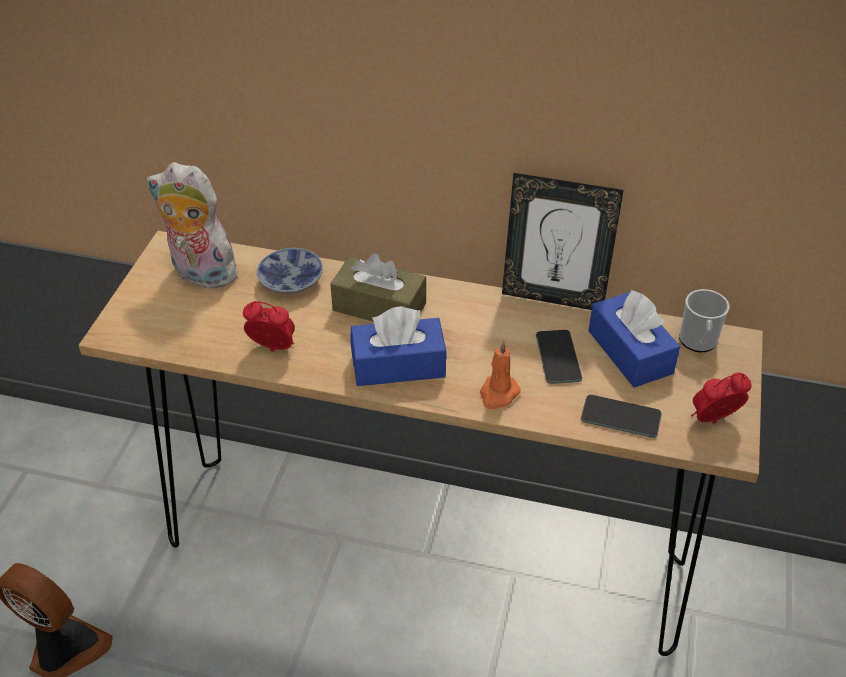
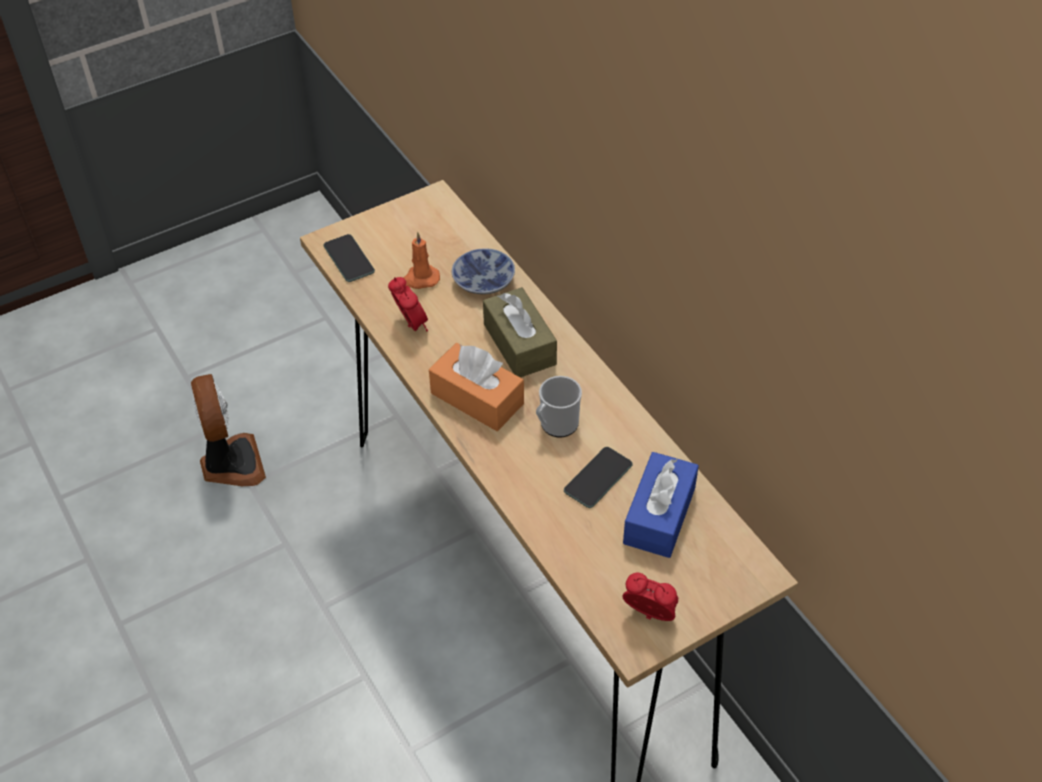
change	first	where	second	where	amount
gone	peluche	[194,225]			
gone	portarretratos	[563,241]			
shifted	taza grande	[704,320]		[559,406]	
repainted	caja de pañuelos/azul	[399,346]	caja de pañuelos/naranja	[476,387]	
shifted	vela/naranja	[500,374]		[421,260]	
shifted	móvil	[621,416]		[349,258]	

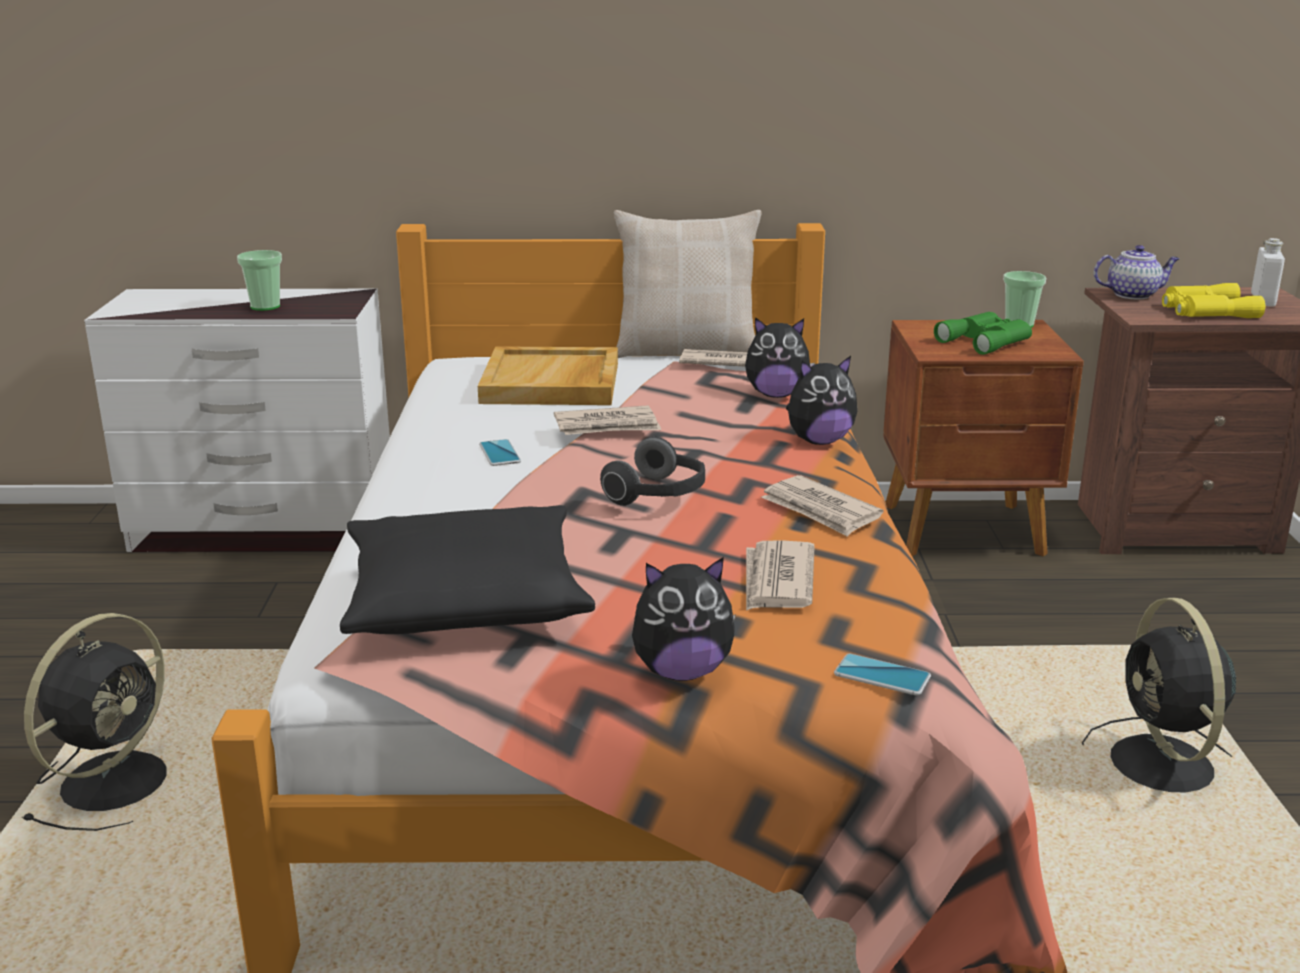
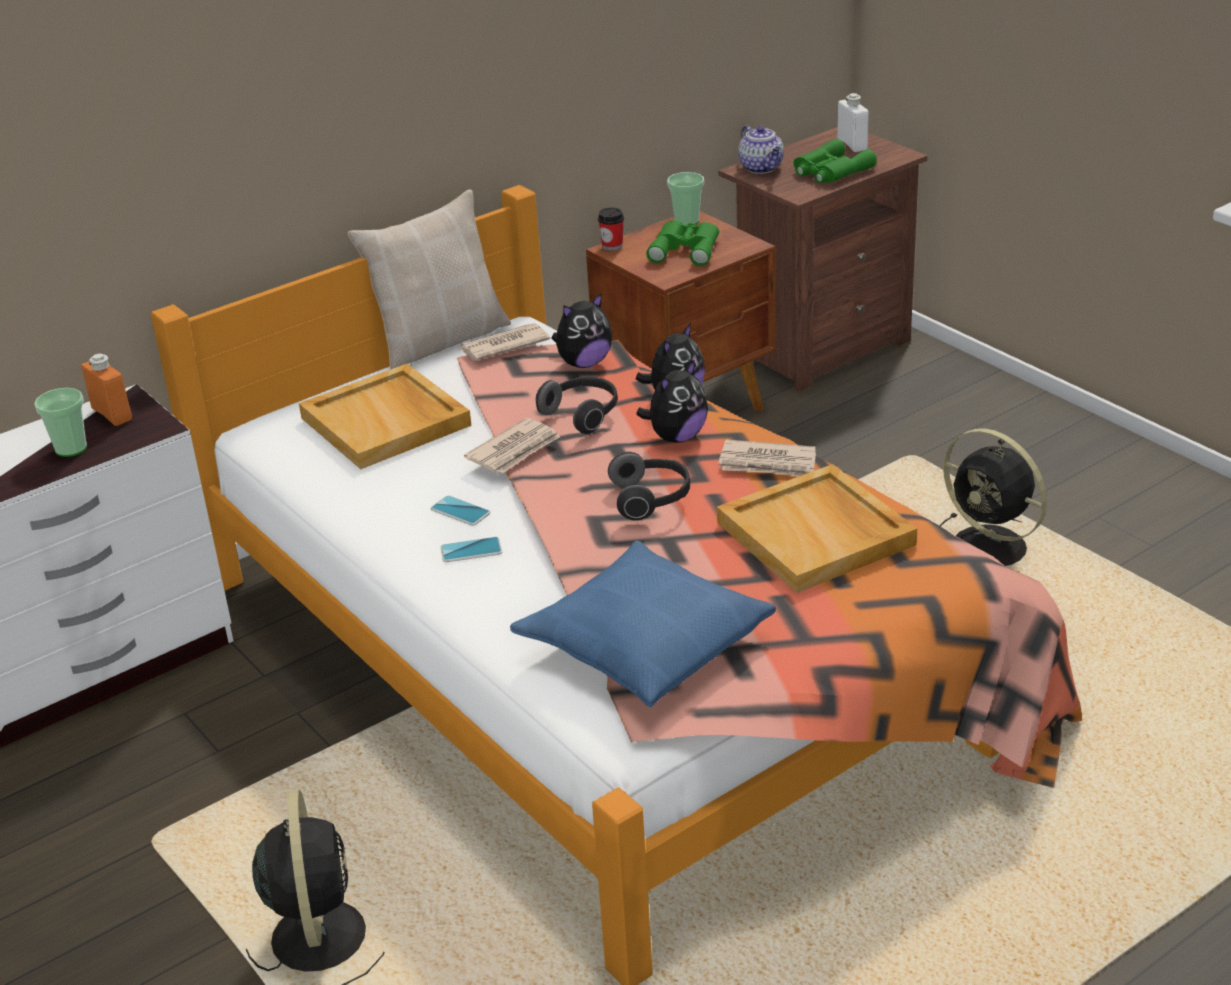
change	first	where	second	where	amount
rotated	tetera	[1137,272]		[761,149]	105 degrees clockwise
repainted	prismáticos/amarillo	[1213,300]	prismáticos/verde	[835,161]	
repainted	cojín/negro	[467,569]	cojín/azul	[643,624]	
swapped	periódico	[780,575]	bandeja/beis	[817,528]	
shifted	peluche	[684,619]		[672,401]	
shifted	móvil	[882,674]		[471,549]	
new			taza	[611,229]	
new			botella/naranja	[106,390]	
new			auriculares	[576,405]	

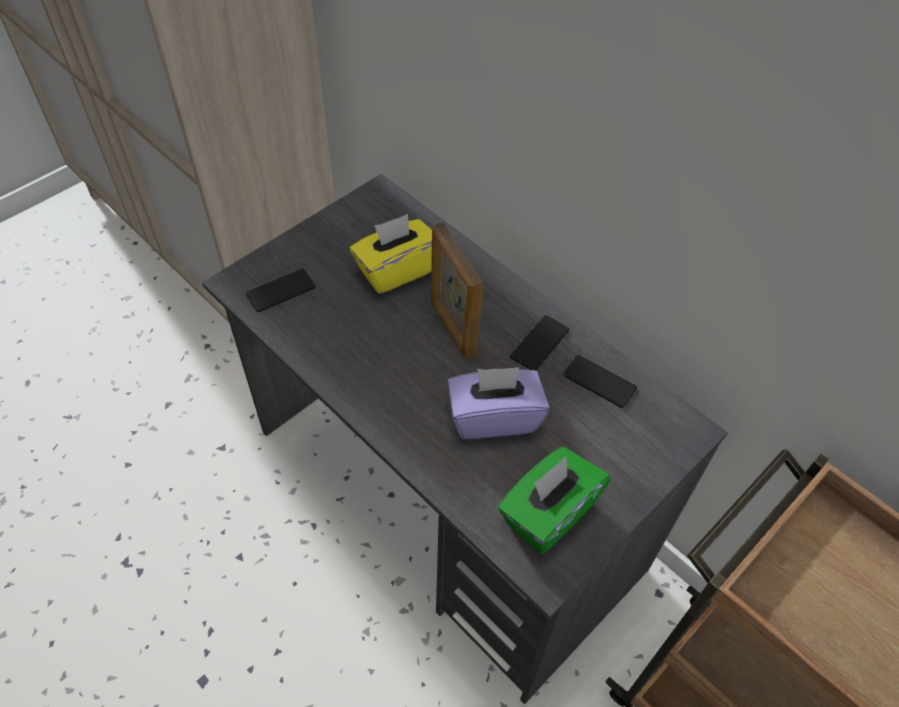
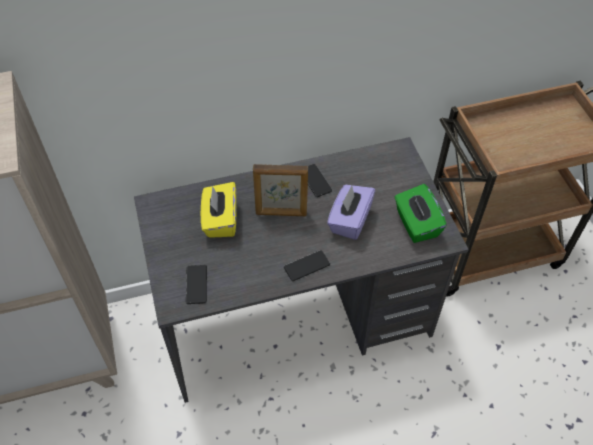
change	first	where	second	where	amount
shifted	móvil	[600,381]		[307,265]	

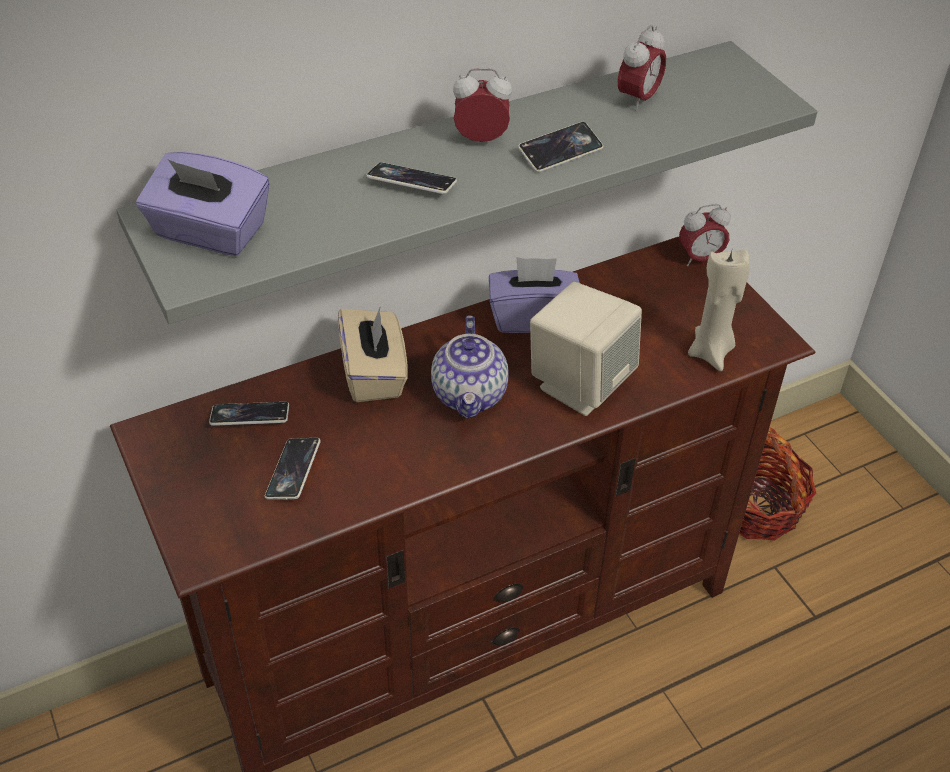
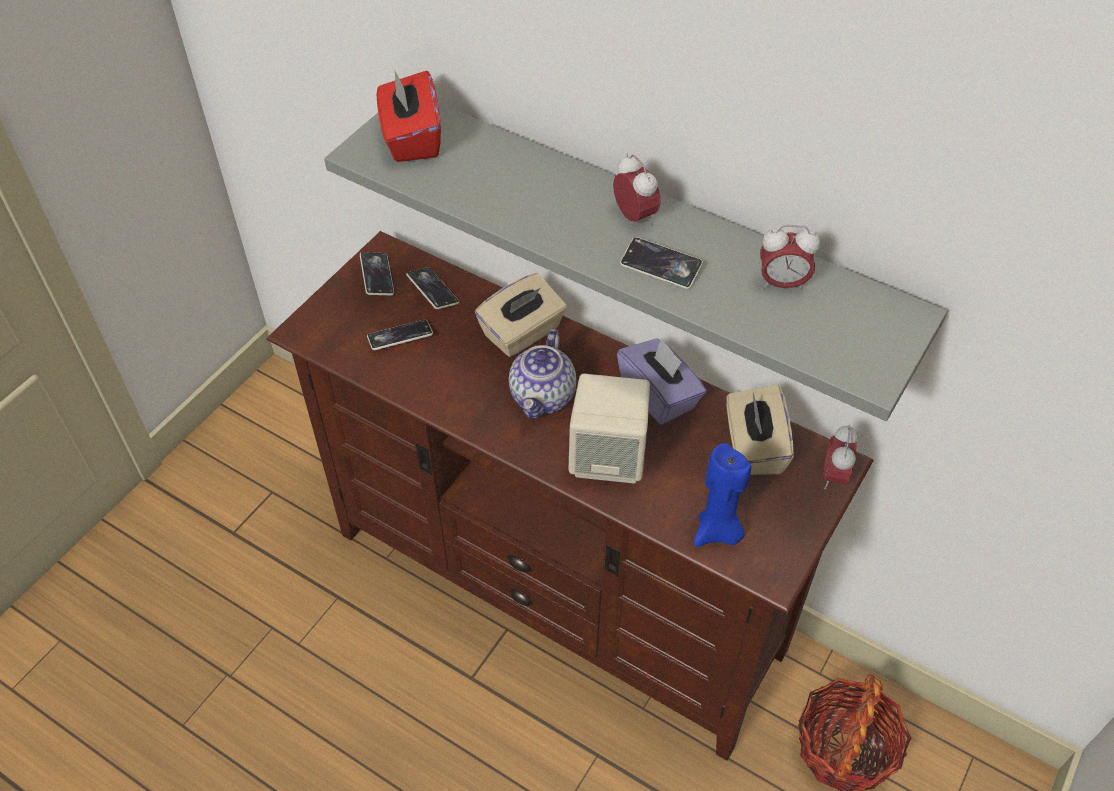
change	first	where	second	where	amount
repainted	caja de pañuelos/morado	[203,204]	caja de pañuelos/rojo	[409,116]	
shifted	móvil	[411,178]		[377,273]	
rotated	despertador	[704,235]		[840,457]	60 degrees clockwise
repainted	vela/beis	[719,310]	vela/azul	[722,495]	
rotated	tetera	[470,367]		[542,373]	45 degrees counterclockwise
new			caja de pañuelos/beis	[760,430]	

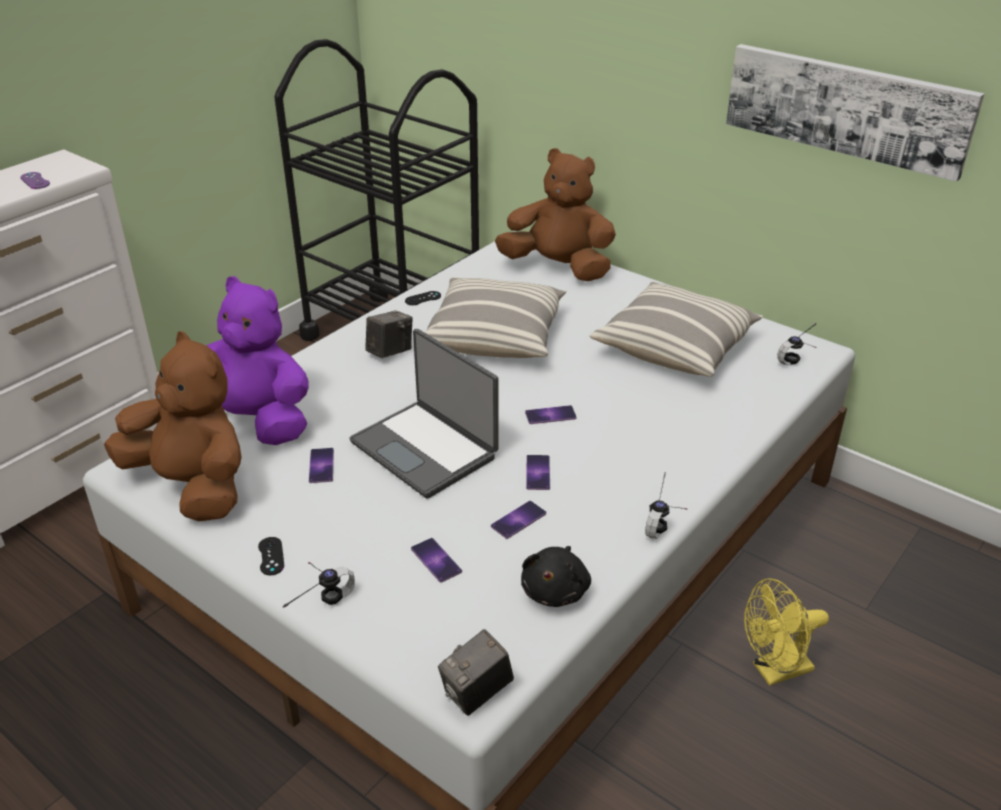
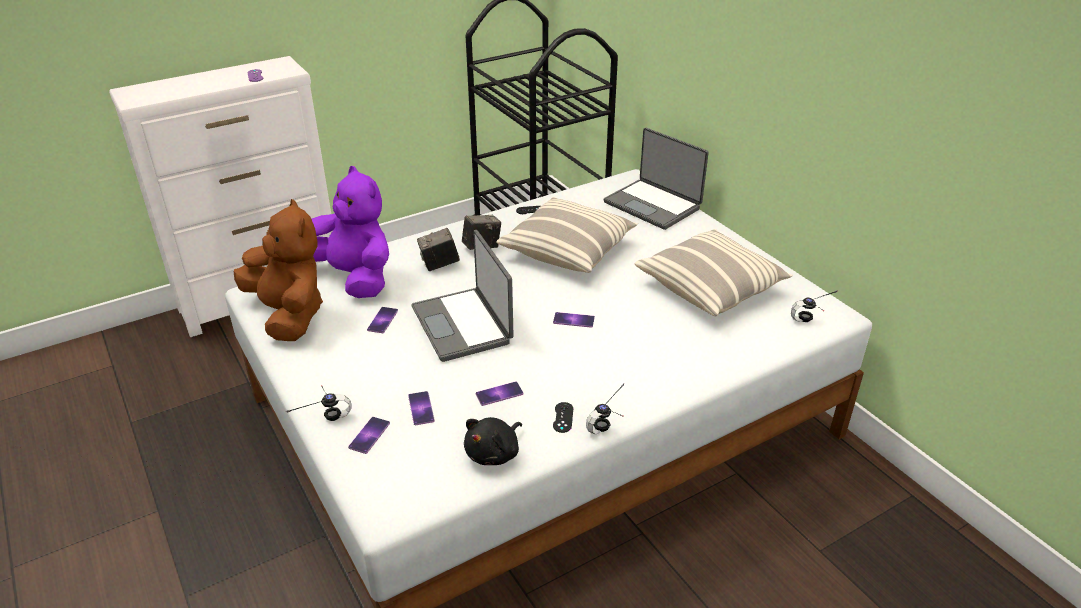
change	first	where	second	where	amount
gone	cuadro	[855,113]			
swapped	peluche/marrón	[555,214]	portátil	[656,179]	
shifted	móvil	[538,472]		[369,435]	
shifted	mando de consola/negro	[271,556]		[563,417]	
gone	ventilador/amarillo	[786,632]			
shifted	cámara	[476,672]		[438,249]	

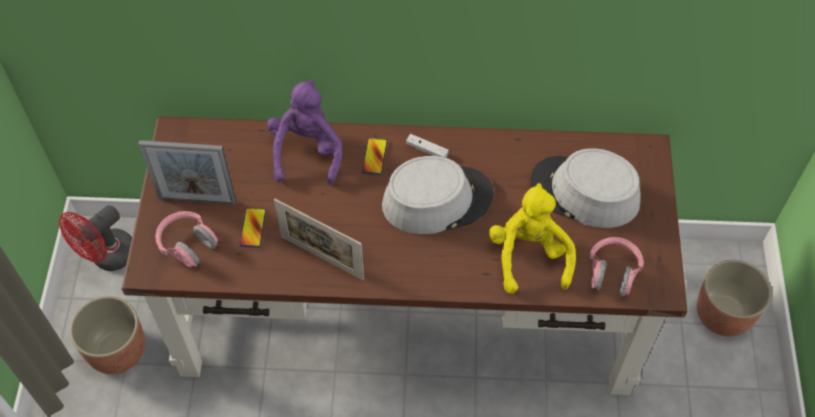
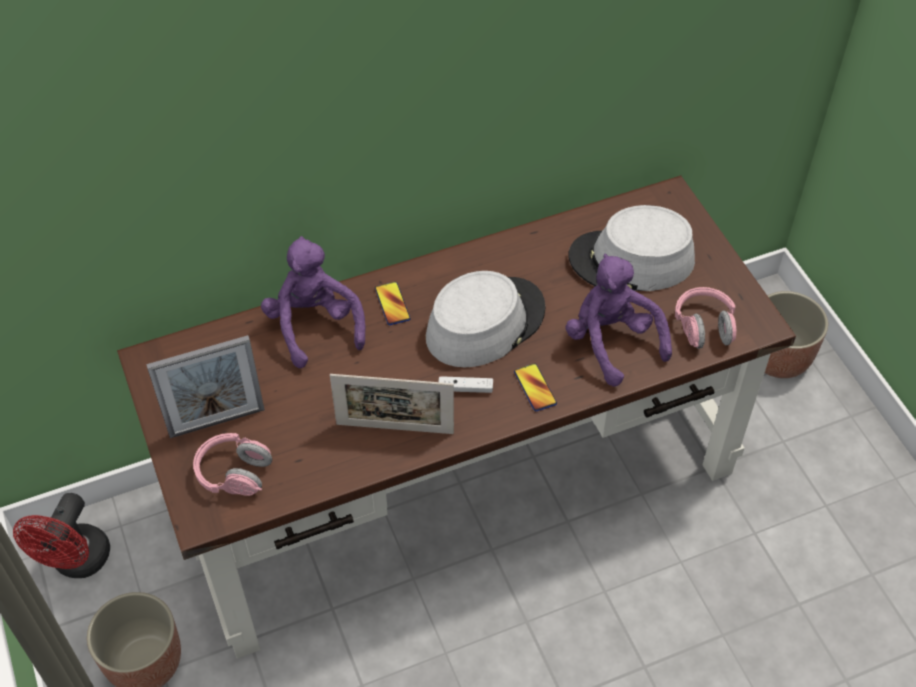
change	first	where	second	where	amount
shifted	mando de consola/blanco	[427,146]		[466,384]	
repainted	peluche/amarillo	[532,238]	peluche/morado	[618,320]	
shifted	móvil	[253,228]		[535,387]	

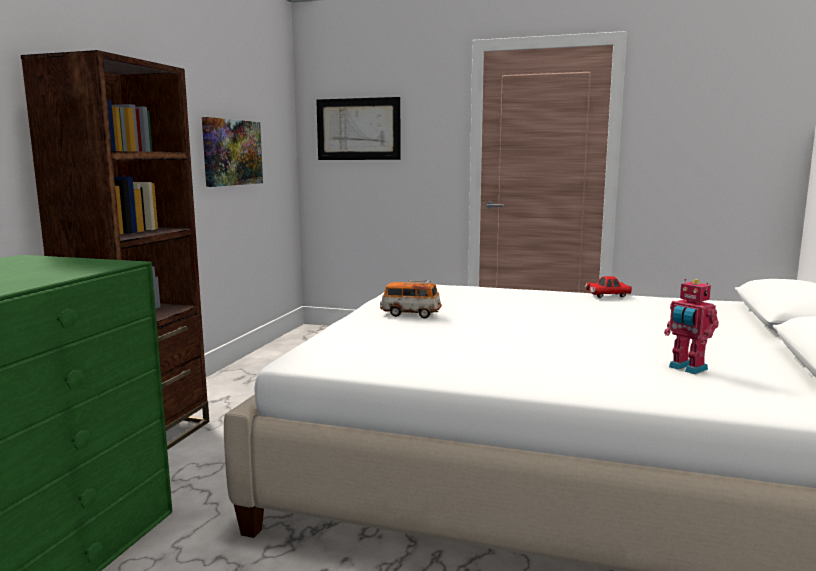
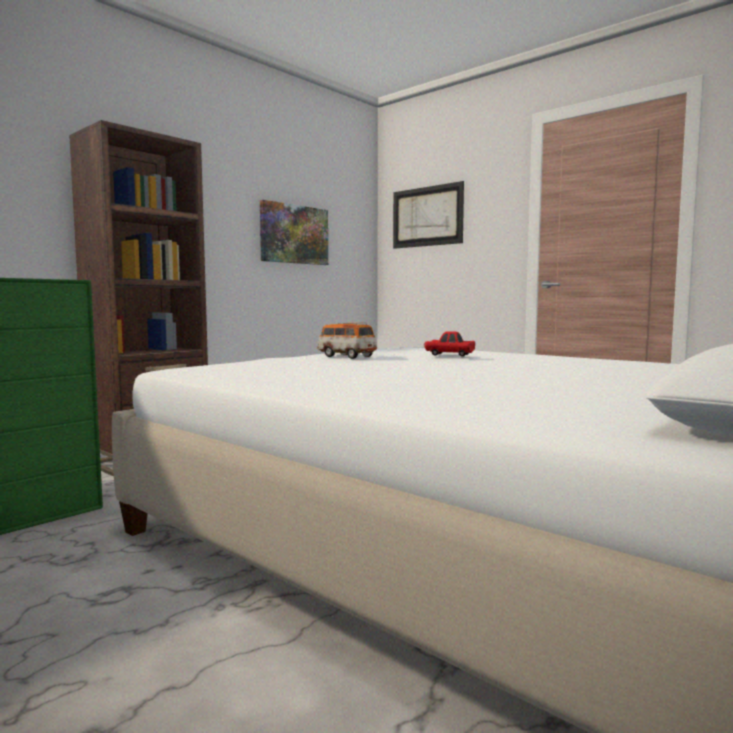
change	first	where	second	where	amount
shifted	coche de juguete/rojo	[608,287]		[449,343]	
gone	robot de juguete	[691,326]			

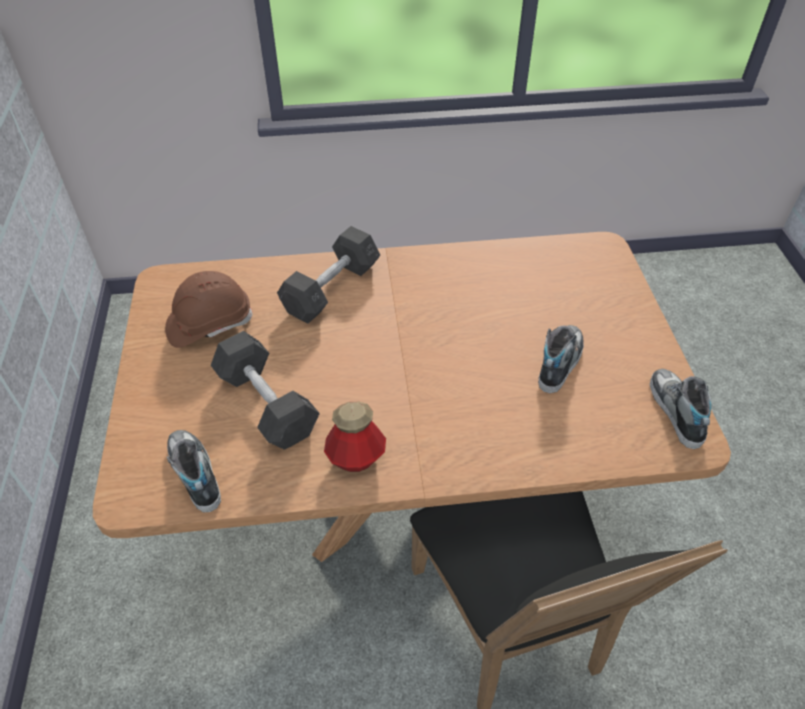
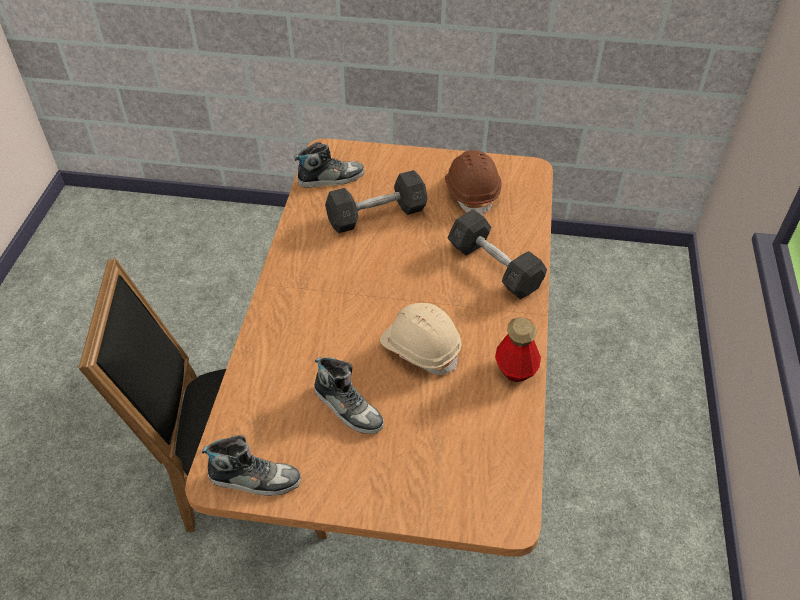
change	first	where	second	where	amount
shifted	botella	[355,437]		[518,349]	
new			casco/beis	[420,339]	

